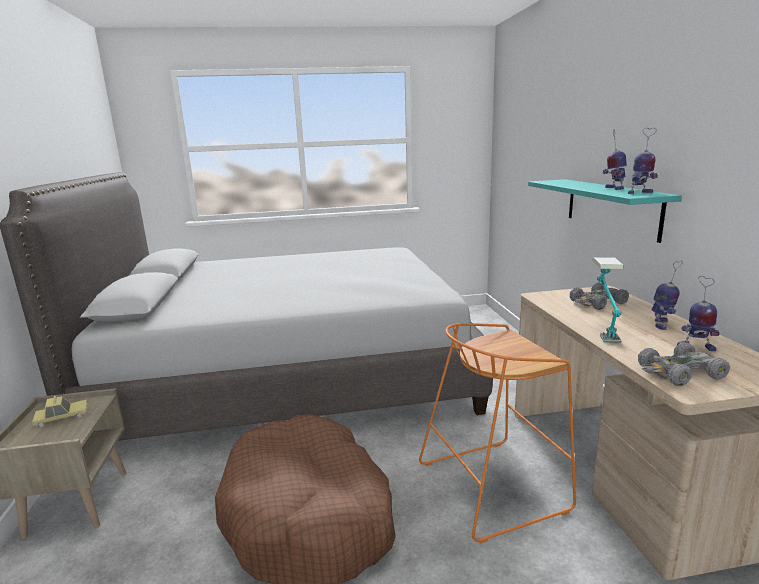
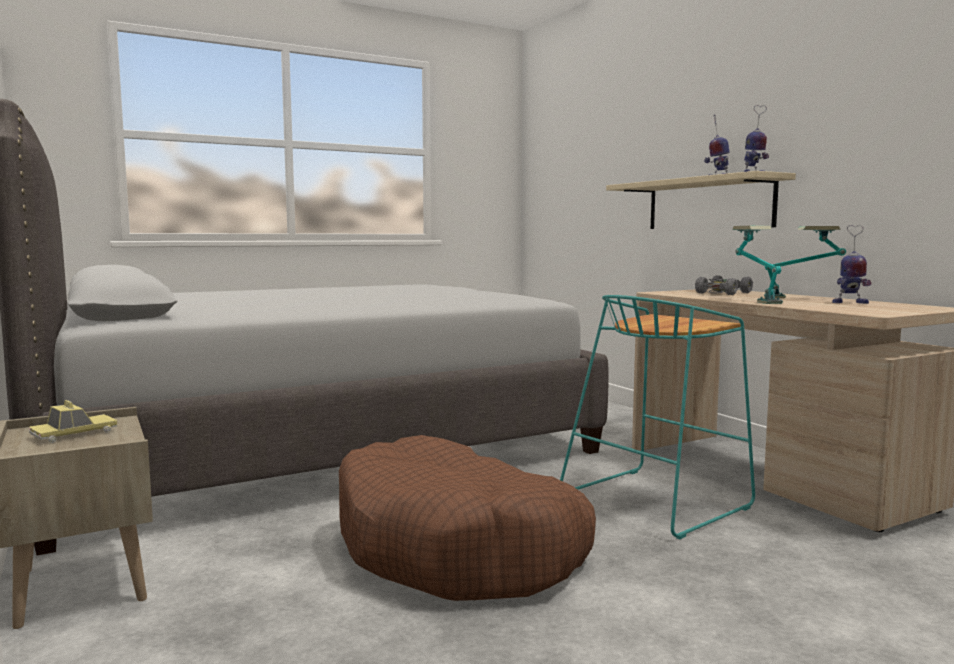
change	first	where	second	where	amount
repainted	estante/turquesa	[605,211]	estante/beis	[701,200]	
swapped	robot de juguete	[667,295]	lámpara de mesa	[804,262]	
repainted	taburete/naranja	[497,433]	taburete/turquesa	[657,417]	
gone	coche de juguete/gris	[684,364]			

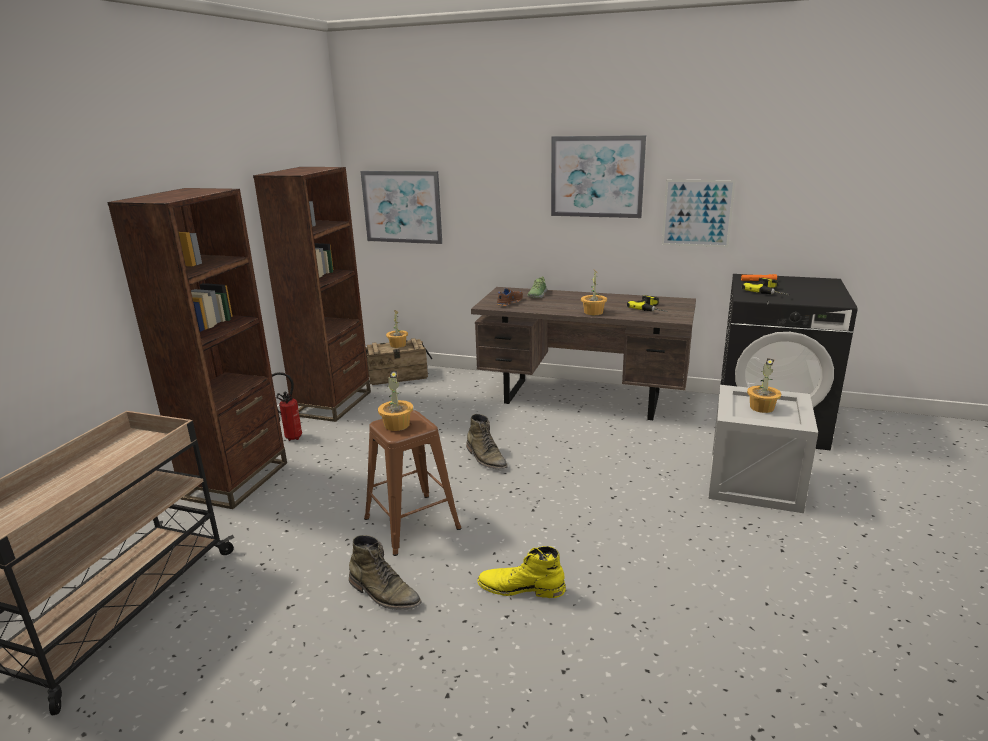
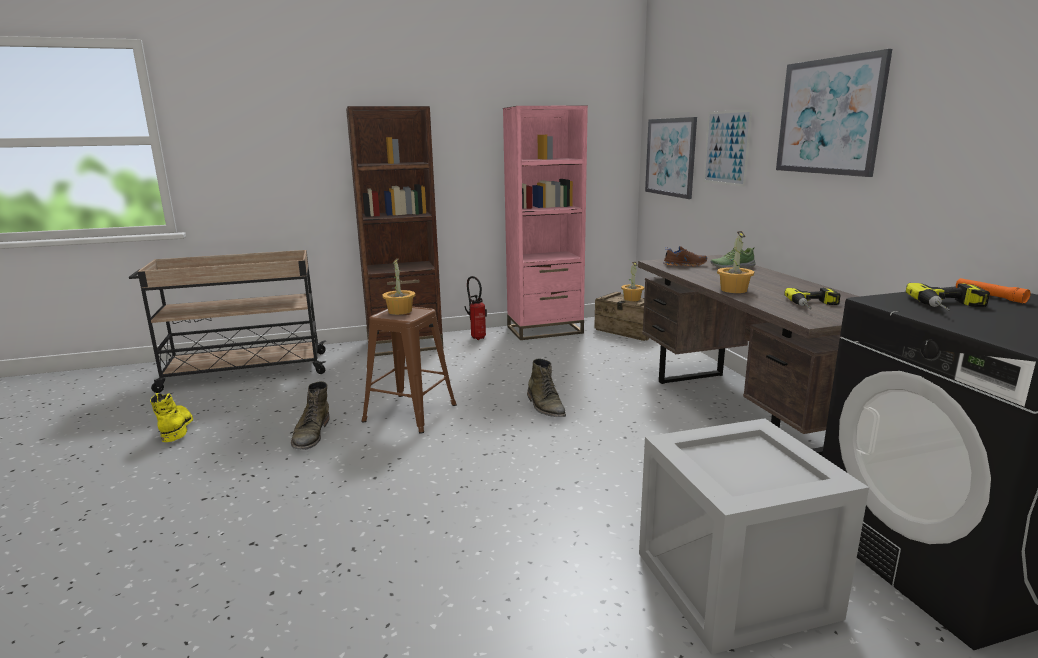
change	first	where	second	where	amount
repainted	estantería/marrón	[312,294]	estantería/rosa	[545,223]	
shifted	cuadro	[699,213]		[727,148]	
gone	planta en maceta	[764,385]			
rotated	bota/verde	[487,441]		[546,388]	45 degrees counterclockwise
shifted	bota/amarillo	[521,572]		[171,417]	

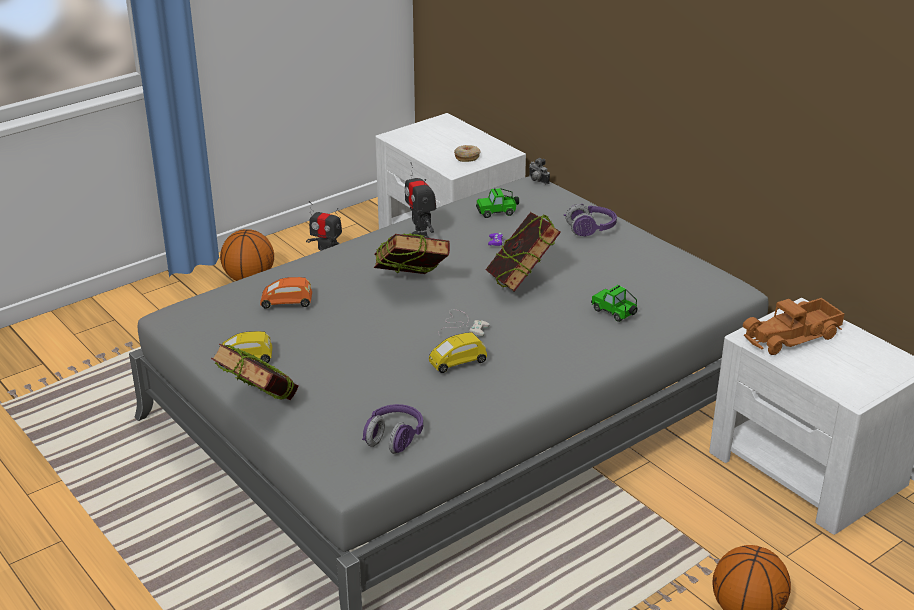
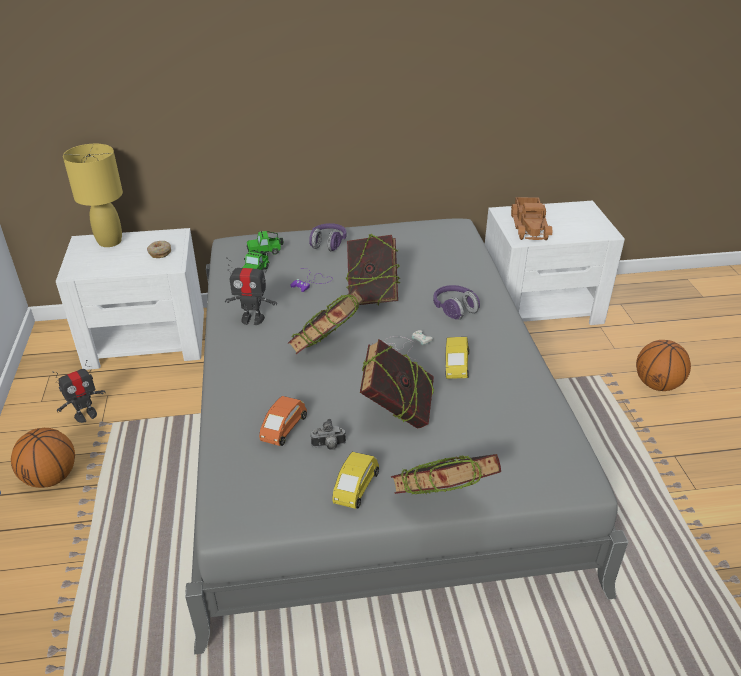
change	first	where	second	where	amount
shifted	cámara	[539,171]		[328,434]	
shifted	coche de juguete	[614,303]		[265,243]	
shifted	auriculares/morado	[392,429]		[456,302]	
new			lámpara de mesa/amarillo	[93,195]	
new			libro	[397,384]	

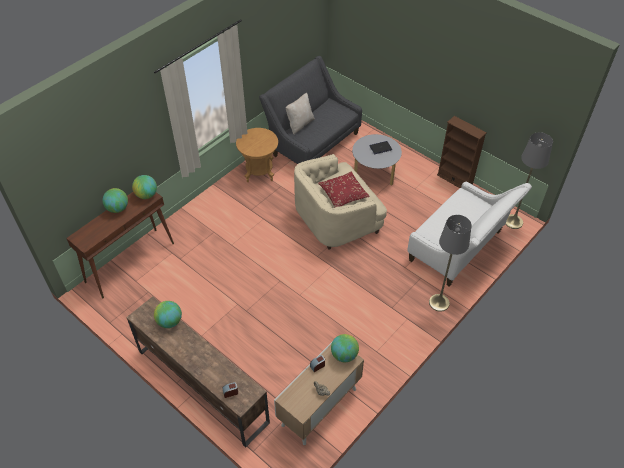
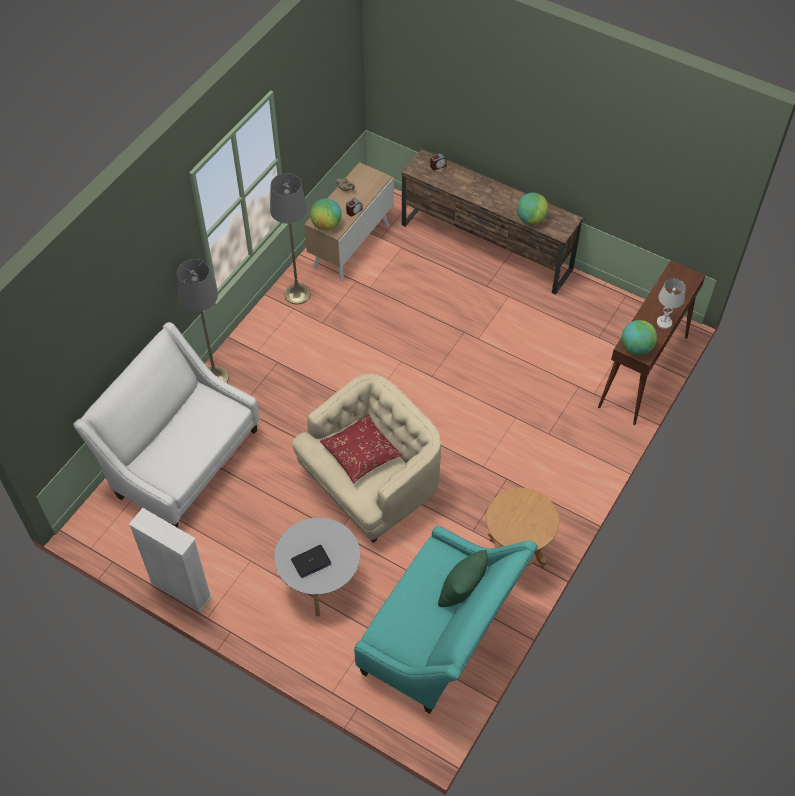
change	first	where	second	where	amount
repainted	sofá/gris	[310,110]	sofá/turquesa	[446,620]	
repainted	cojín/beis	[300,113]	cojín/verde	[463,578]	
repainted	estantería/marrón	[462,152]	estantería/blanco	[170,560]	
shifted	lámpara de pie/gris	[529,180]		[290,238]	
swapped	globo terráqueo	[115,200]	lámpara de mesa/blanco	[671,304]	

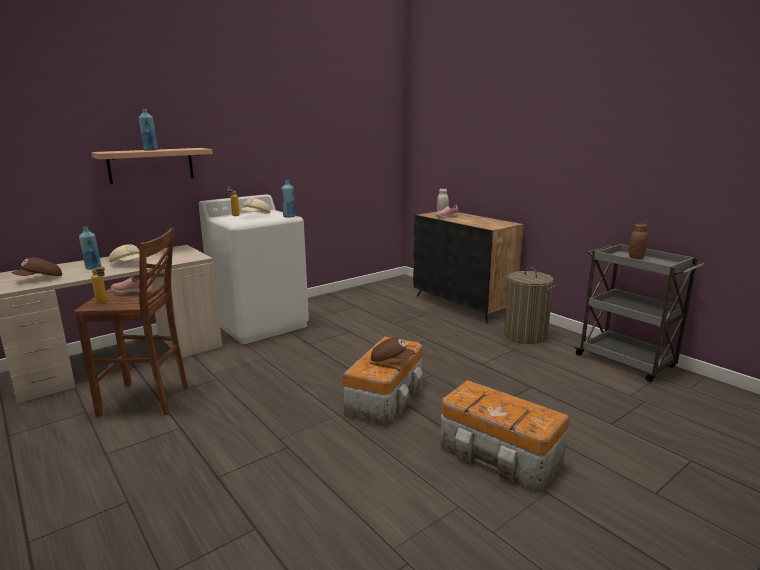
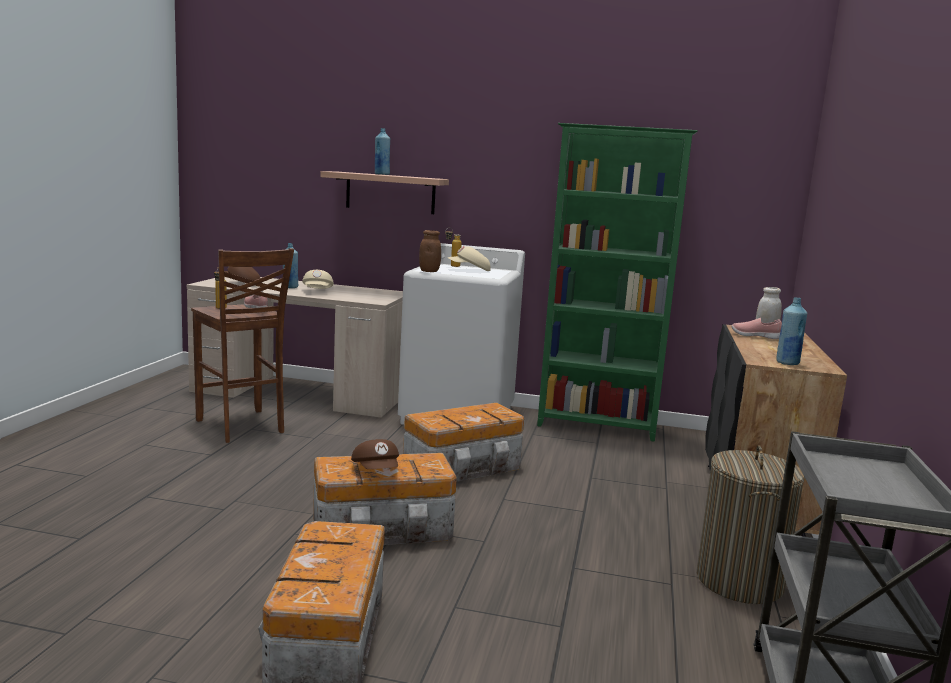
change	first	where	second	where	amount
shifted	botella/azul	[288,199]		[791,331]	
shifted	tarro/marrón	[638,241]		[430,251]	
new			estantería/verde	[617,282]	
new			caja de almacenaje	[463,442]	

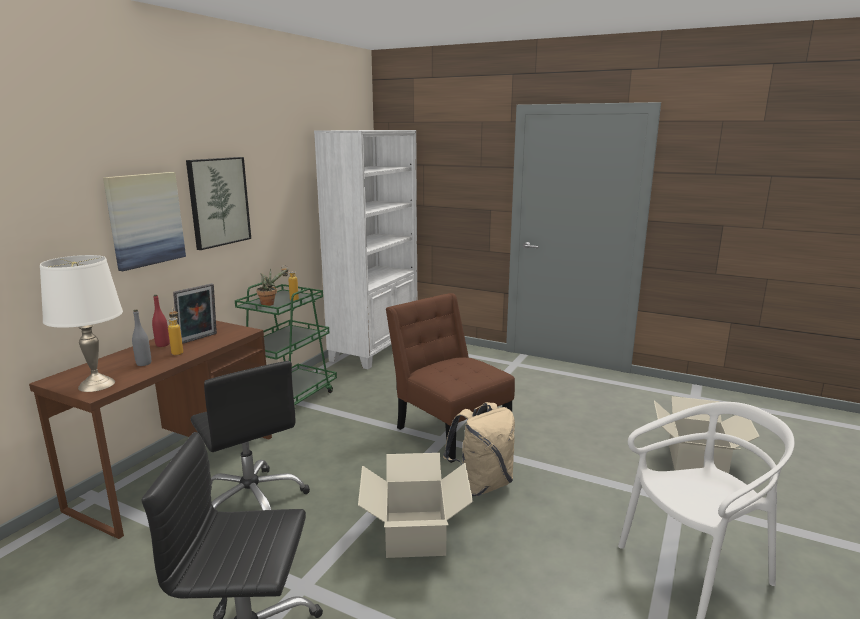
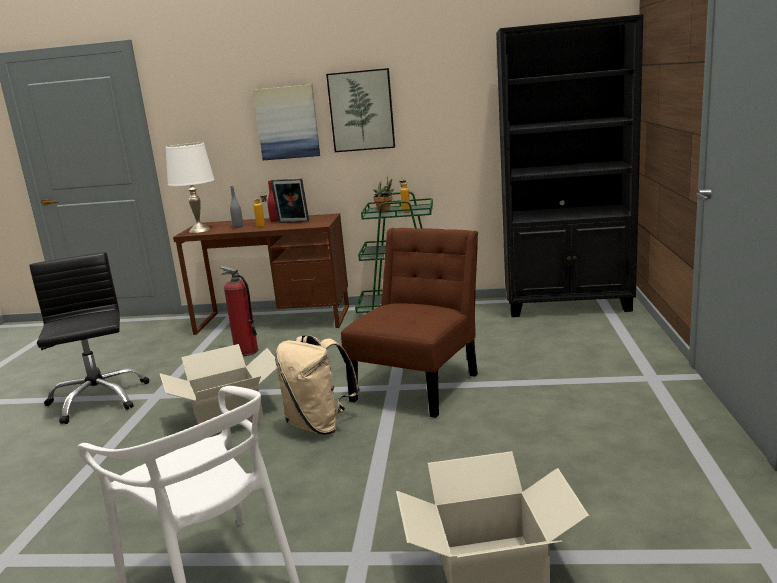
change	first	where	second	where	amount
repainted	estantería/blanco	[365,249]	estantería/negro	[570,165]	
swapped	silla de oficina/negro	[250,435]	extintor	[239,311]	

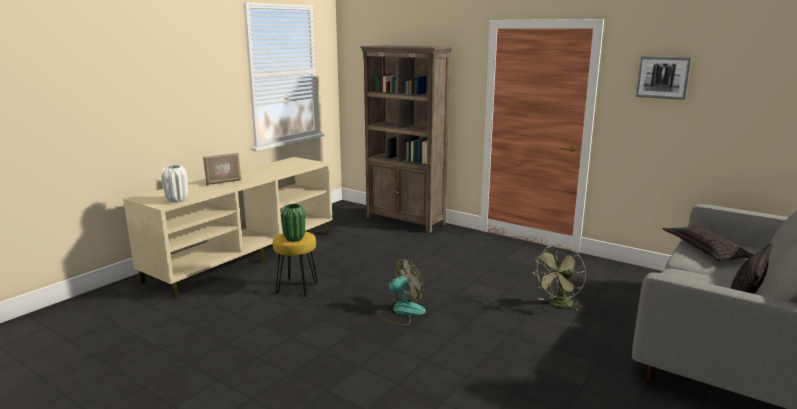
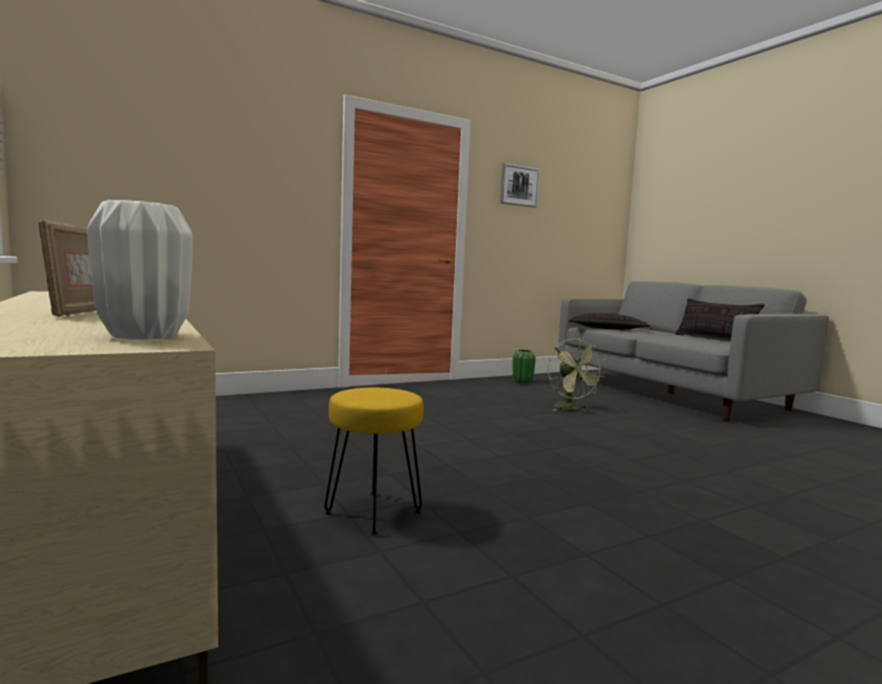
change	first	where	second	where	amount
gone	estantería/marrón	[406,139]			
shifted	florero/verde	[293,223]		[524,367]	
gone	ventilador	[402,292]			

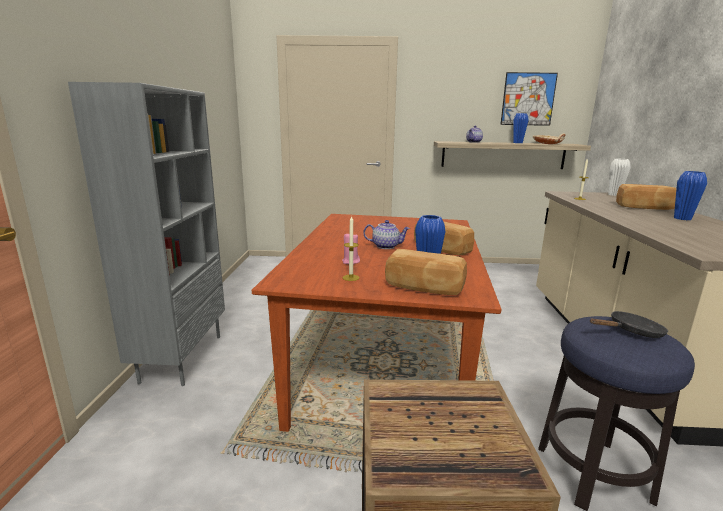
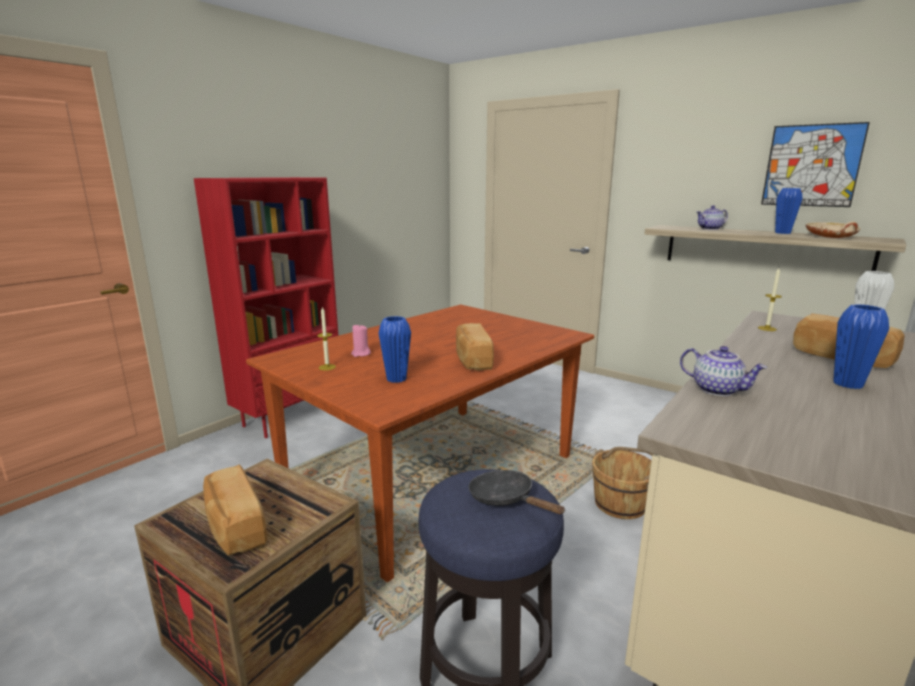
change	first	where	second	where	amount
repainted	estantería/gris	[146,234]	estantería/rojo	[266,307]	
shifted	tetera	[386,234]		[723,371]	
shifted	pan	[426,272]		[235,510]	
rotated	sartén/negro	[629,324]		[517,492]	150 degrees counterclockwise
new			cubo/marrón	[622,483]	

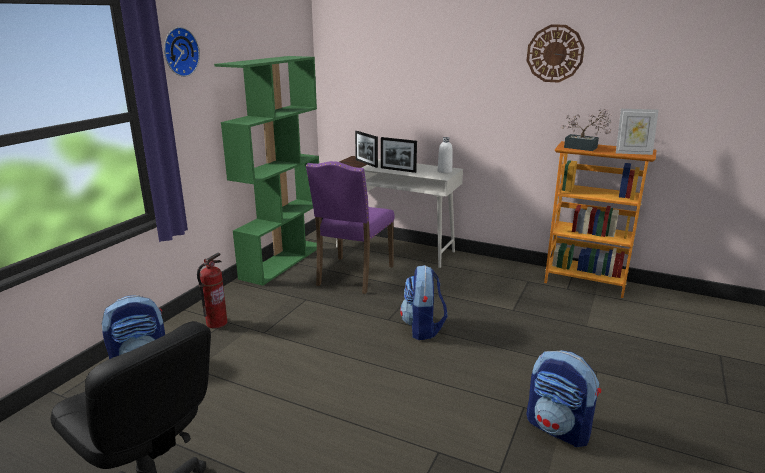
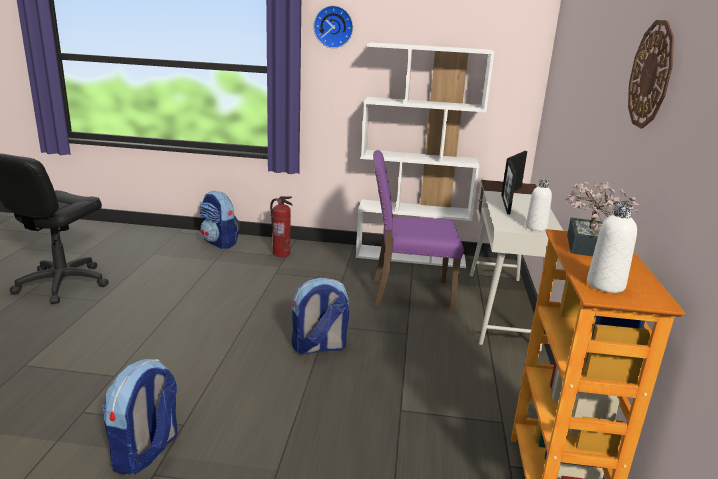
change	first	where	second	where	amount
repainted	estantería/verde	[266,171]	estantería/blanco	[425,155]	
swapped	portarretratos	[637,132]	botella/blanco	[612,248]	

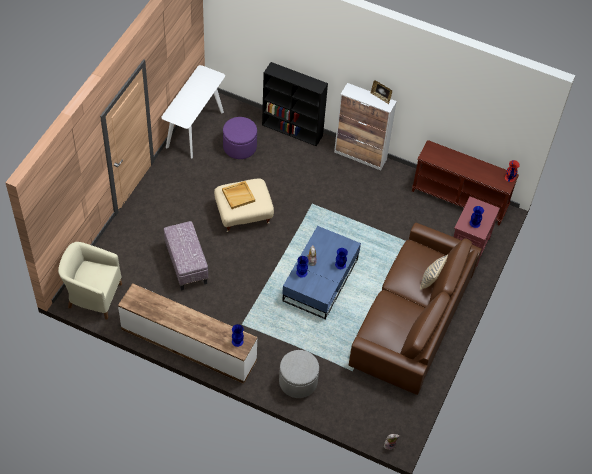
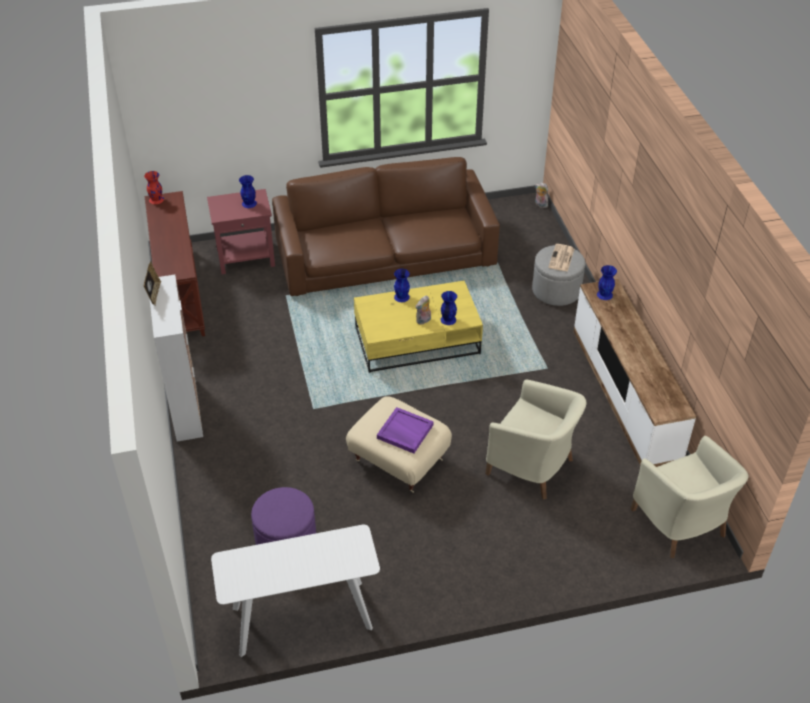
change	first	where	second	where	amount
gone	estantería/negro	[295,104]			
repainted	bandeja/beis	[238,195]	bandeja/morado	[405,430]	
swapped	puf	[186,256]	sillón/beis	[536,440]	
repainted	mesa de centro/azul	[321,273]	mesa de centro/amarillo	[418,327]	
gone	cojín/beis	[434,272]			
new			periódico	[561,258]	

